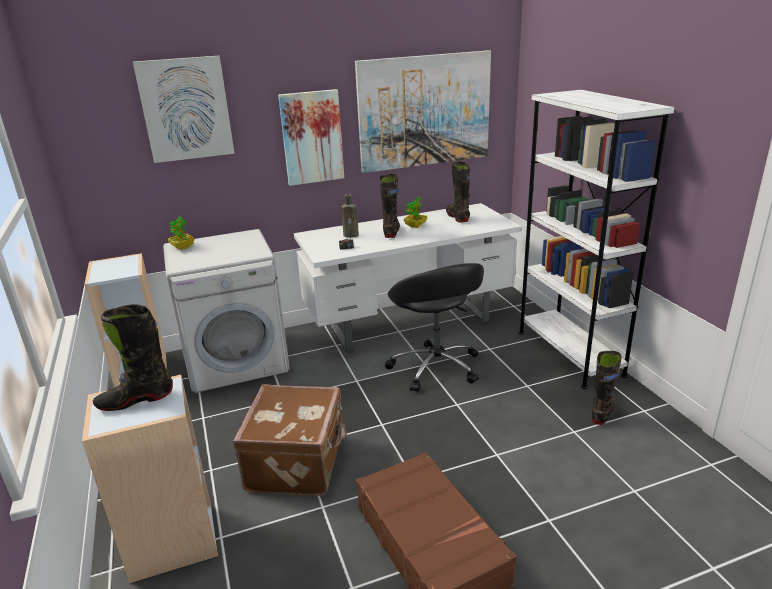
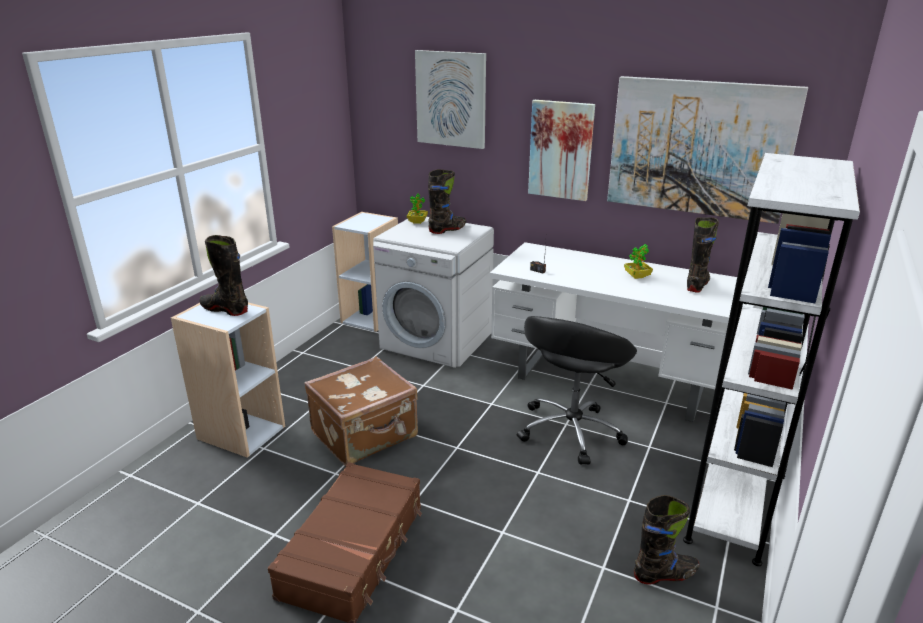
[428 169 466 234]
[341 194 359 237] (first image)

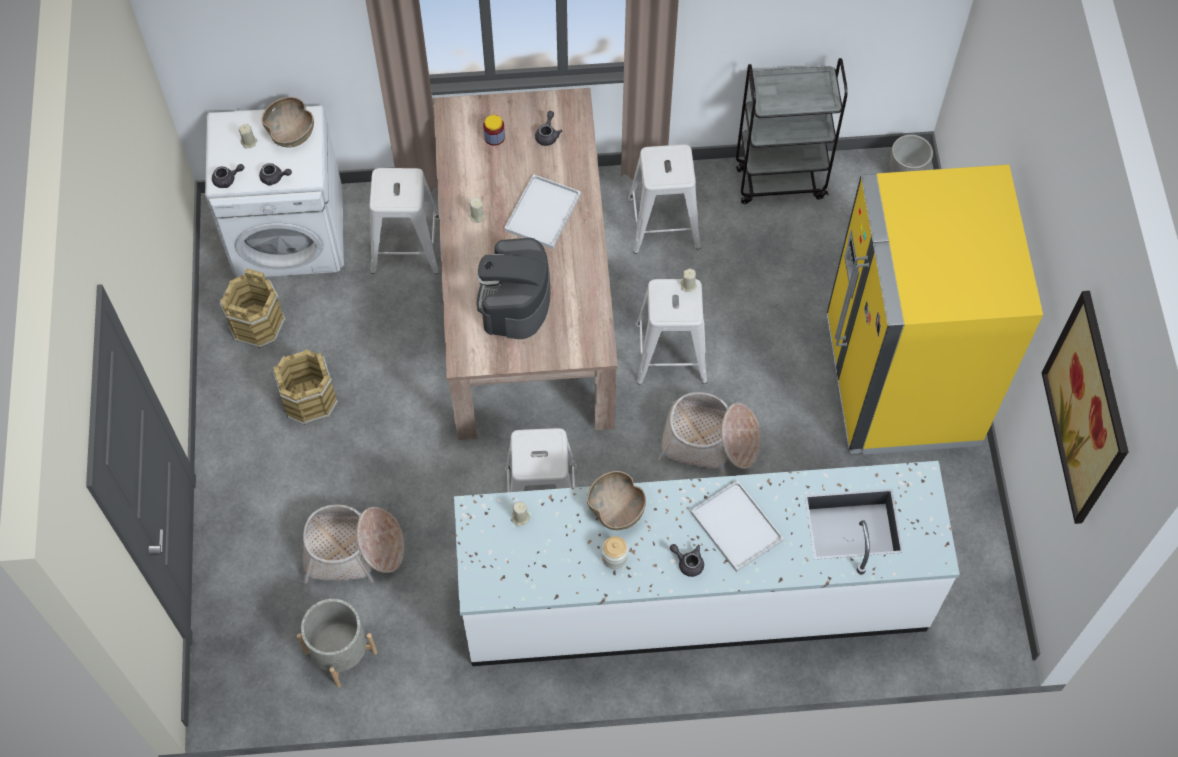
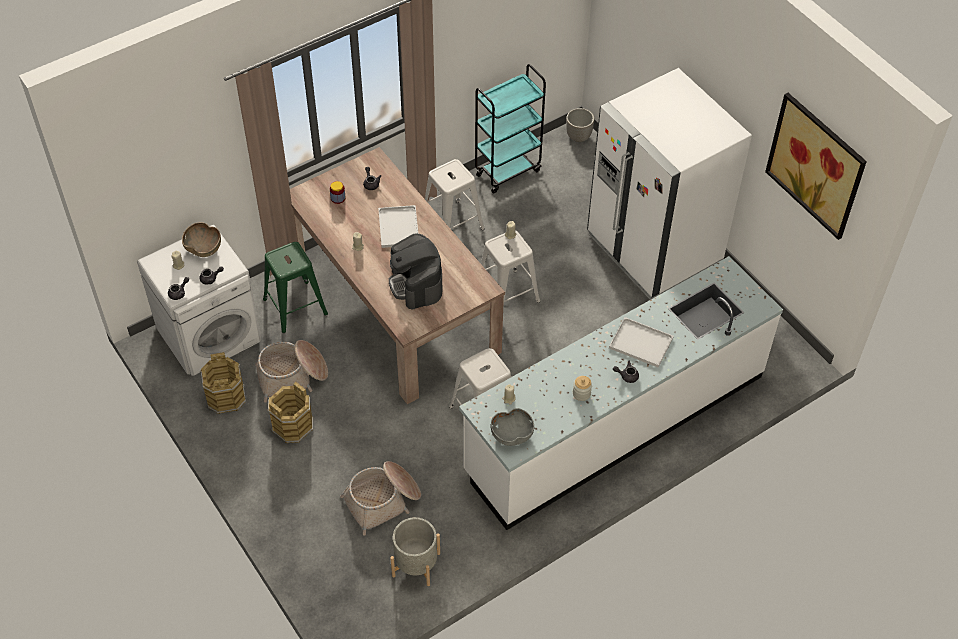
[475 64 546 193]
[587 68 752 300]
[263 242 328 333]
[255 340 328 402]
[587 471 646 530] (first image)
[491 408 534 446]

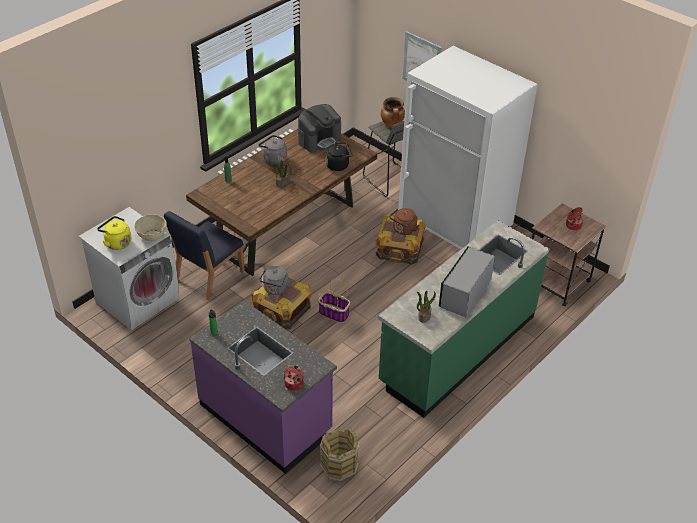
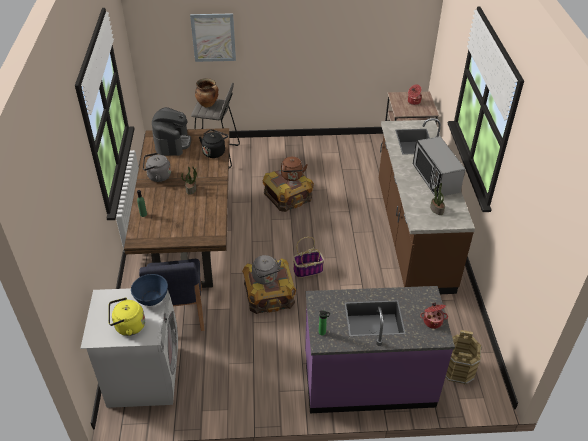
[398 46 538 249] (first image)
[131 274 168 306]
[379 118 475 294]

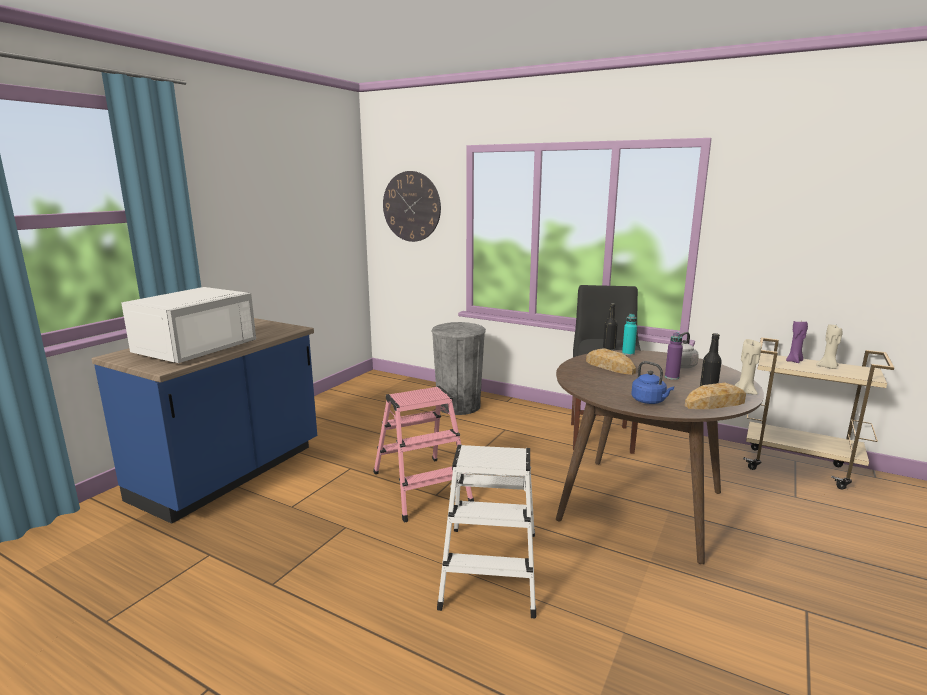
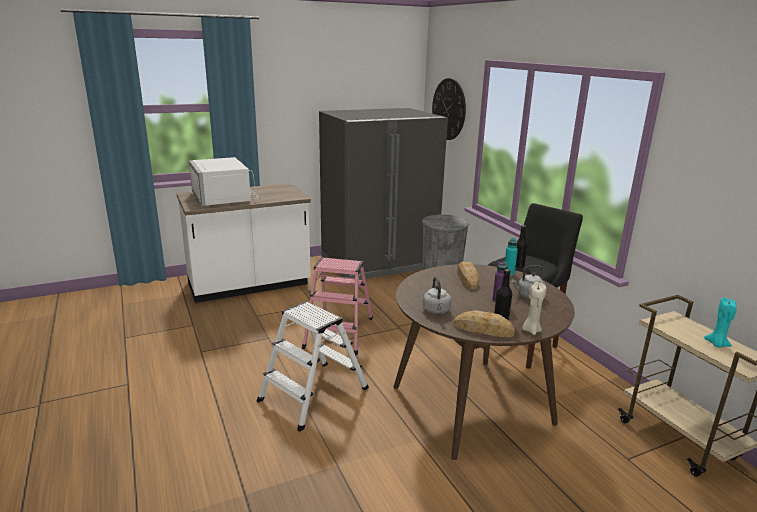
[189 157 260 206]
[176 183 311 303]
[786 319 808 363] (first image)
[704 298 737 348]
[423 277 451 314]
[319 108 448 280]

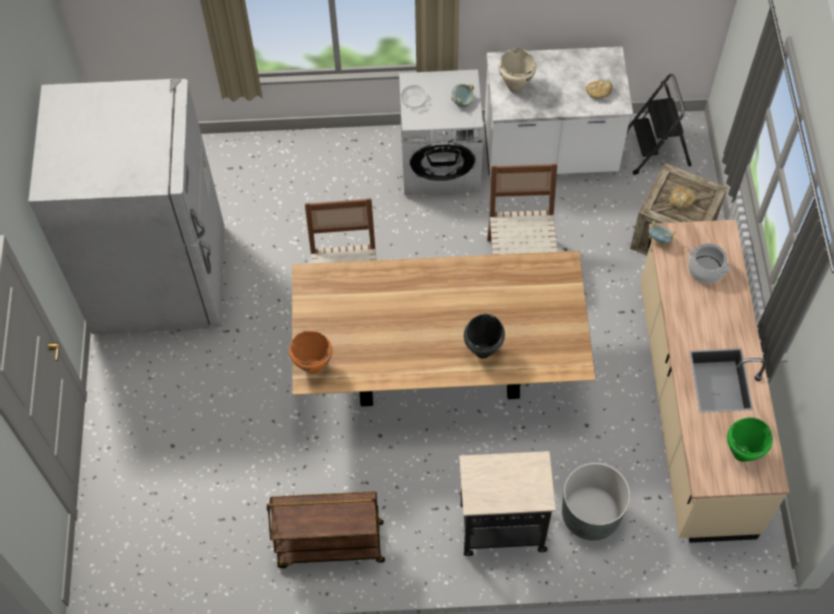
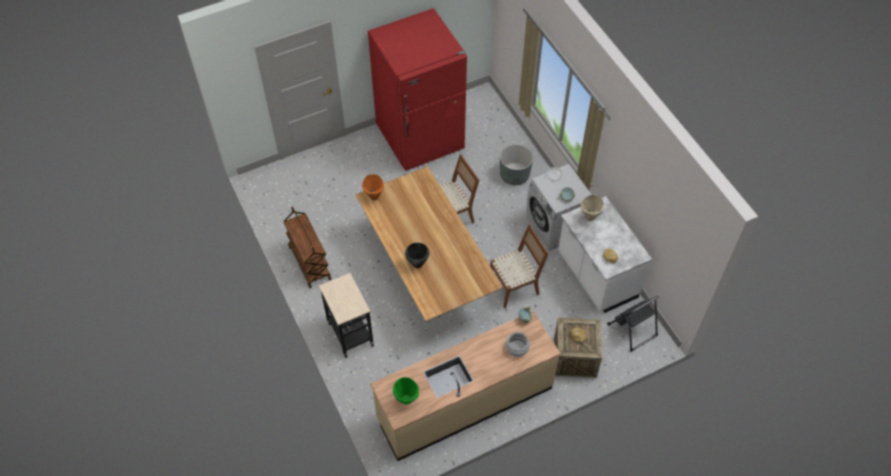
[368 8 467 171]
[500 144 533 185]

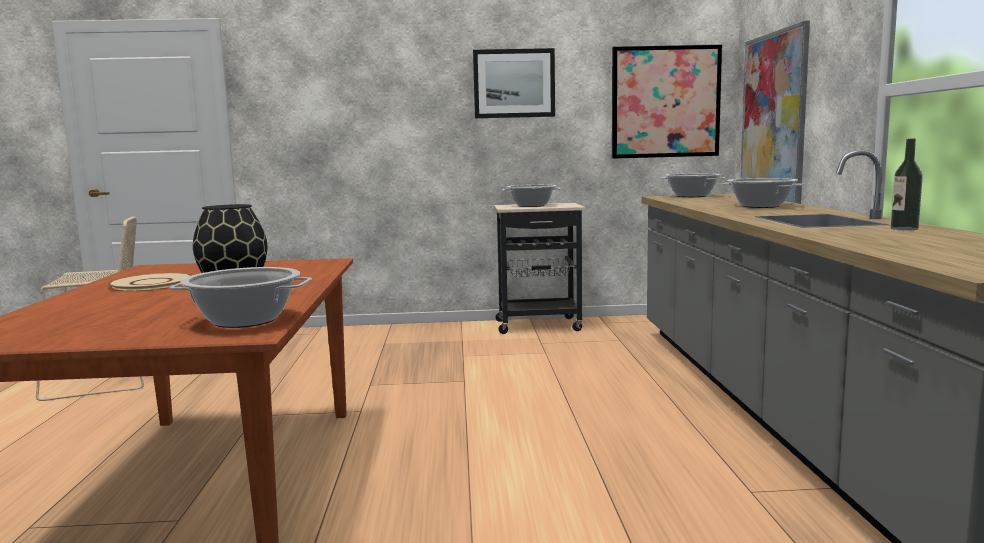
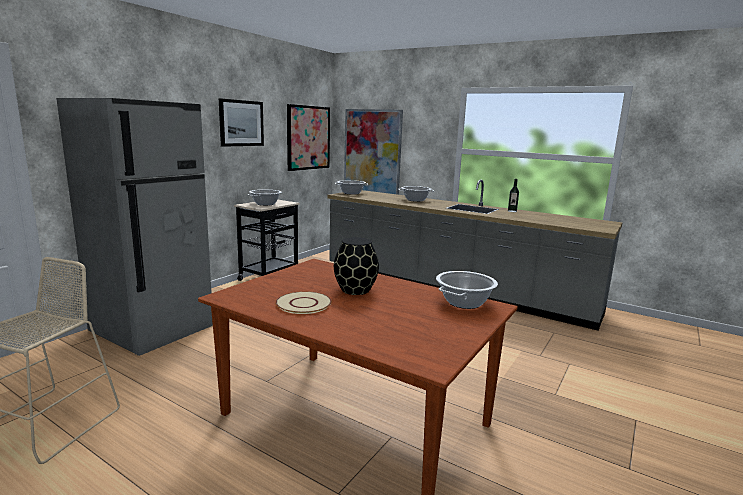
[56 98 213 356]

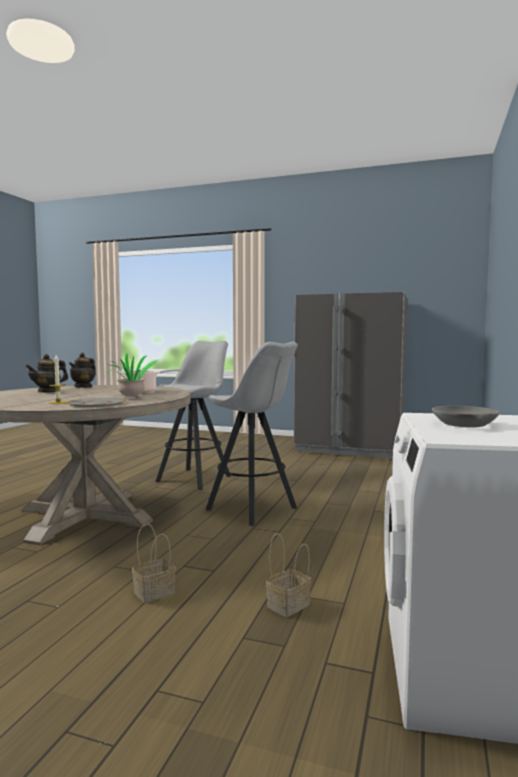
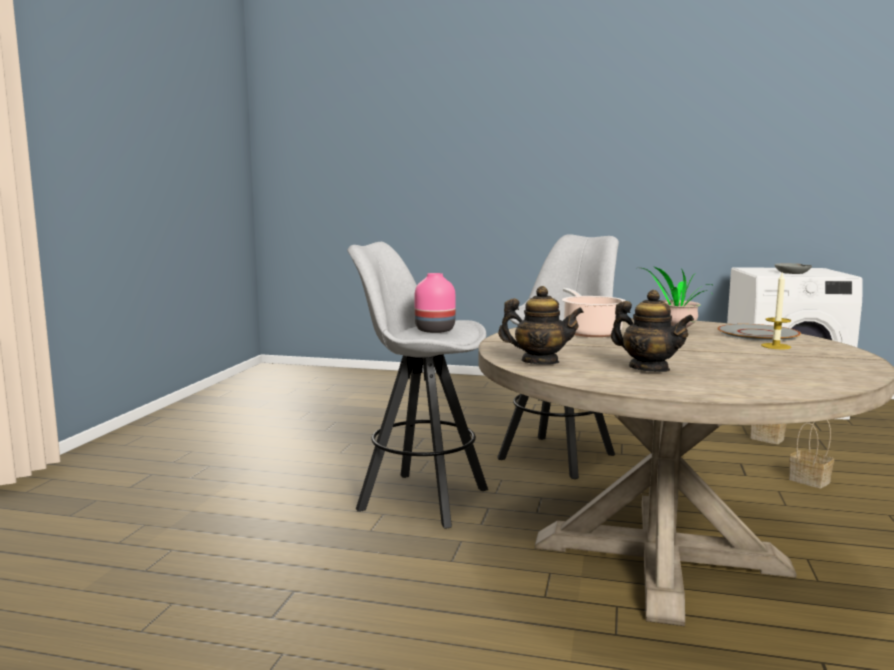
[294 292 407 458] (first image)
[415 273 456 333]

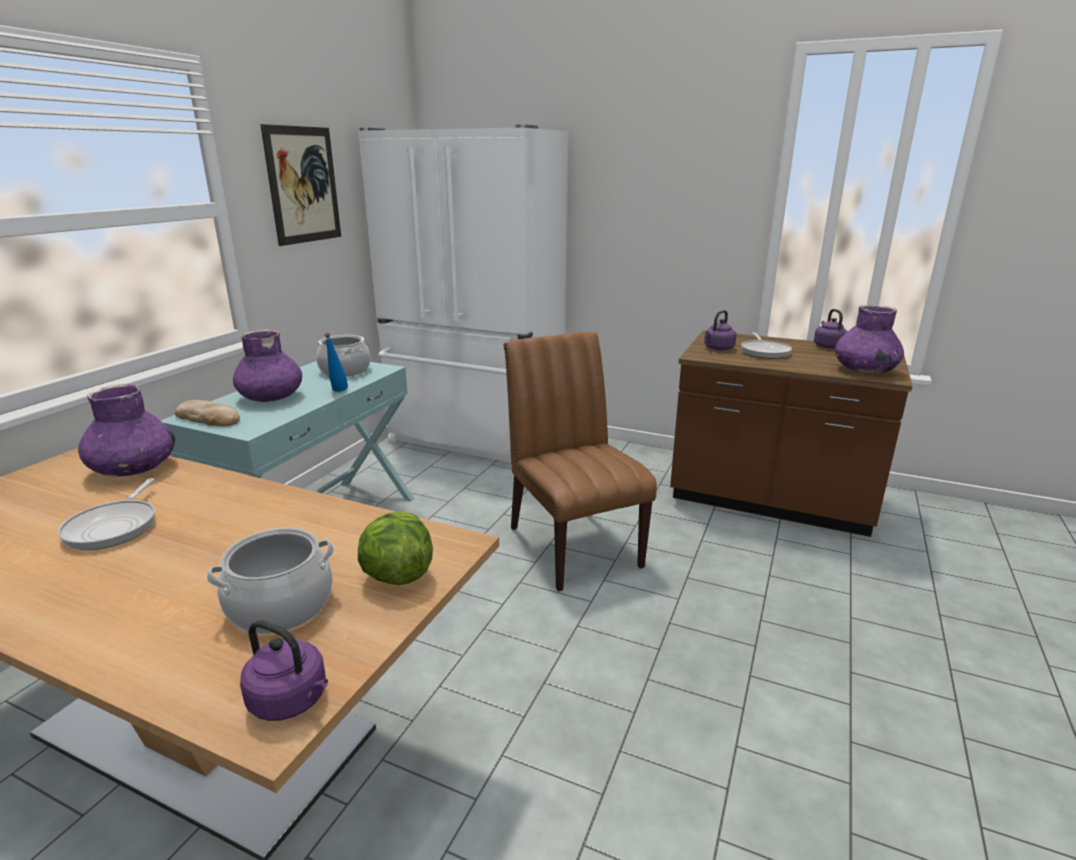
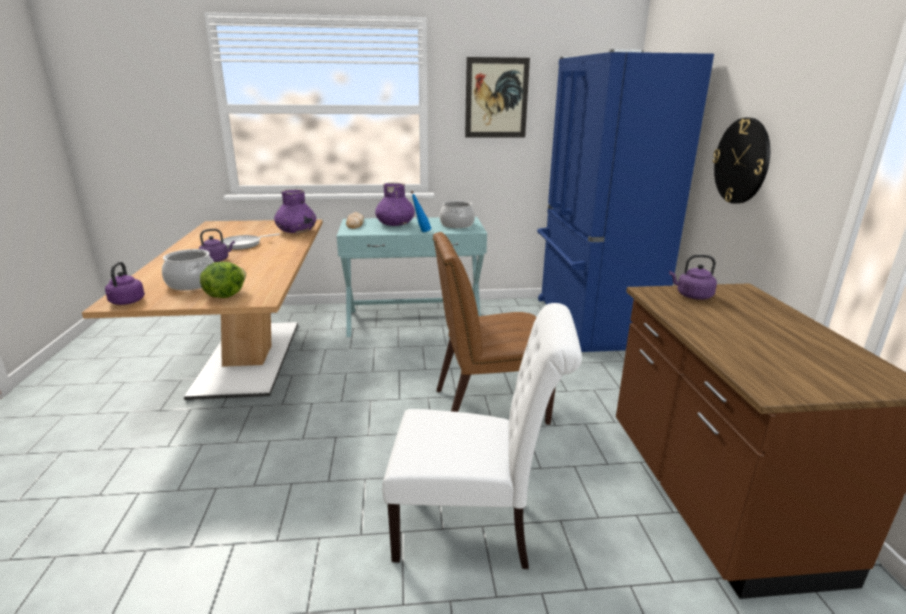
[537 49 714 352]
[835 304 904 374] (first image)
[199 229 235 262]
[433 232 556 425]
[741 332 792 359] (first image)
[713 118 770 204]
[382 303 582 569]

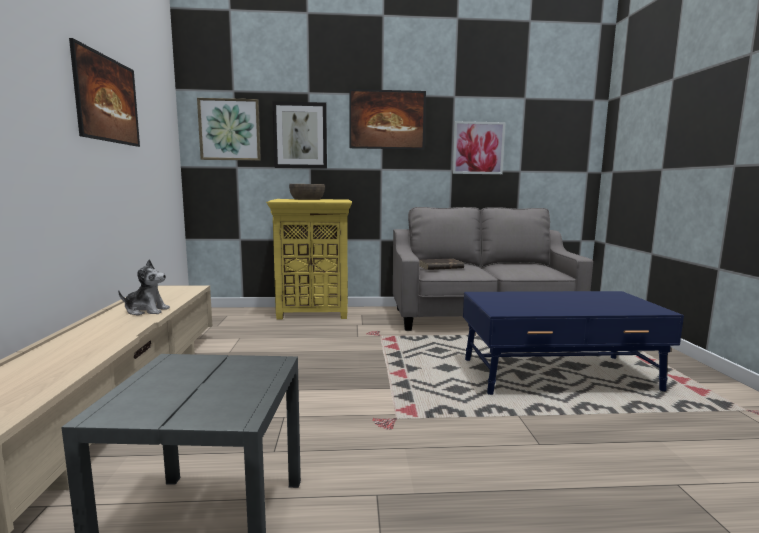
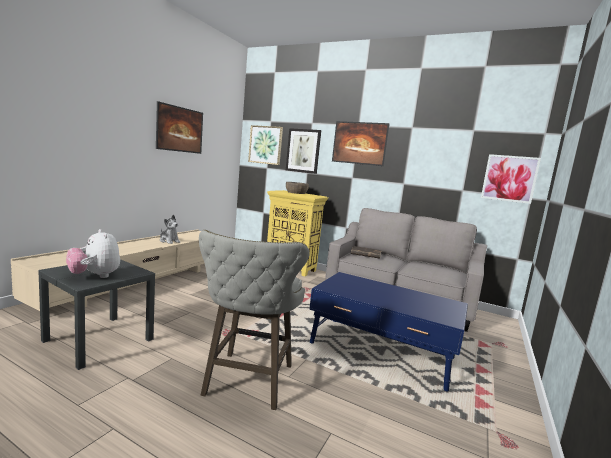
[481 154 541 204]
[66 229 120 278]
[199 230 310 410]

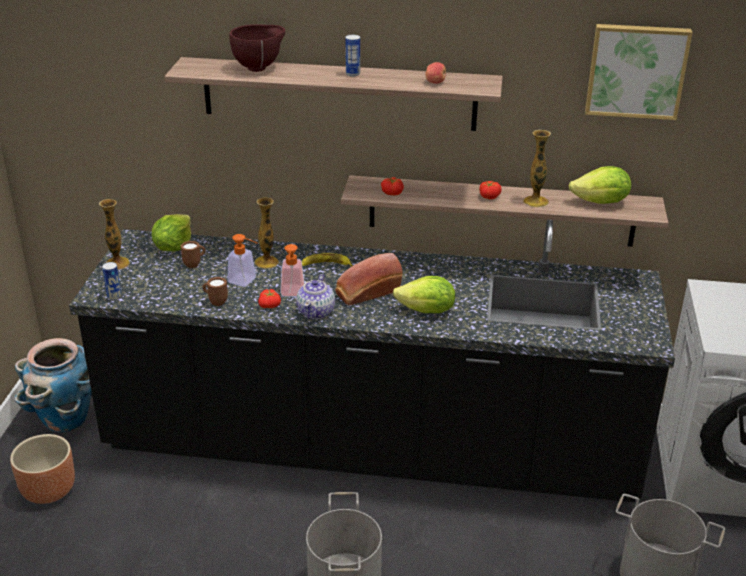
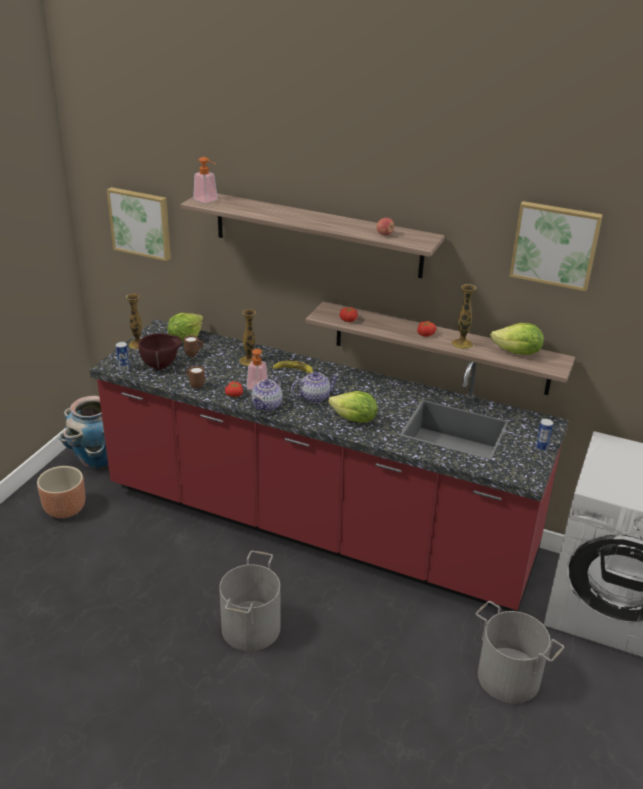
[139 333 182 370]
[536 419 553 452]
[90 319 569 612]
[193 157 218 203]
[291 372 339 403]
[107 187 171 261]

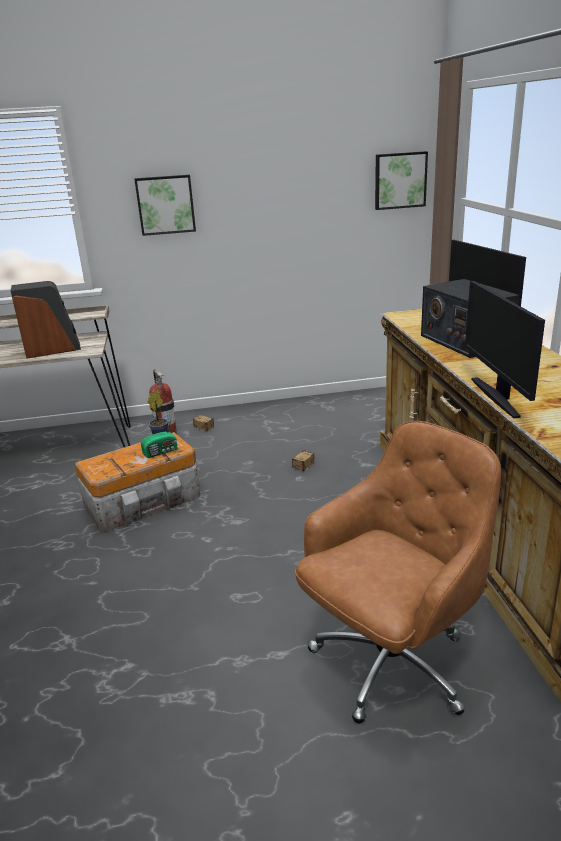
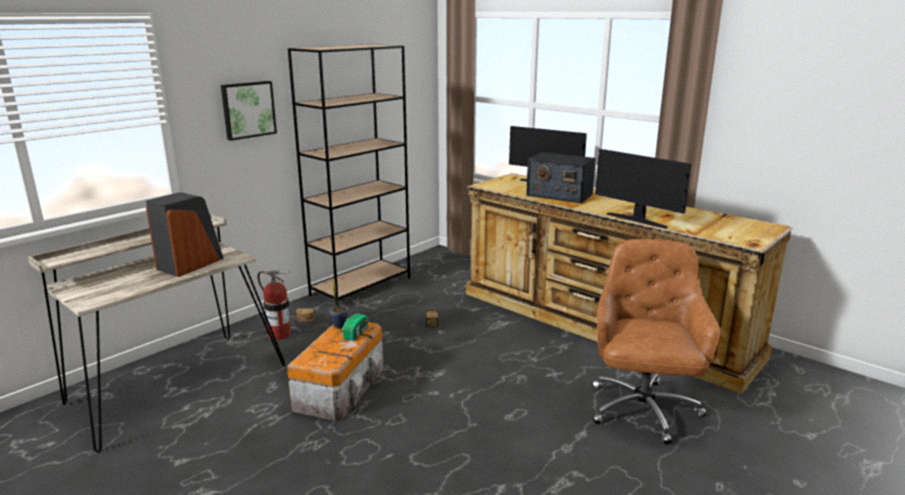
[375 151 428 210] (first image)
[288 44 410 305]

